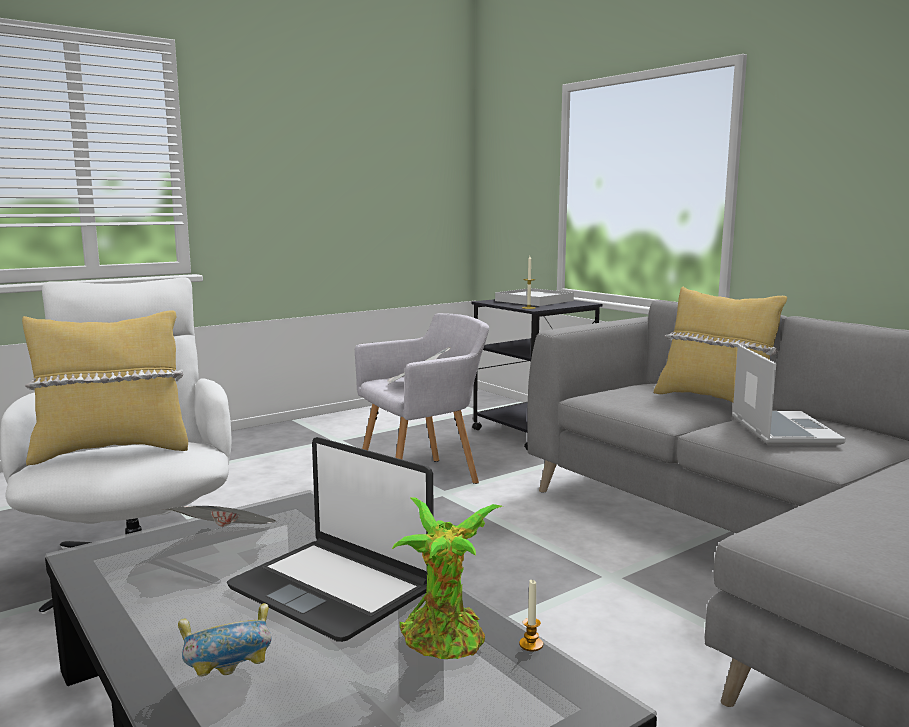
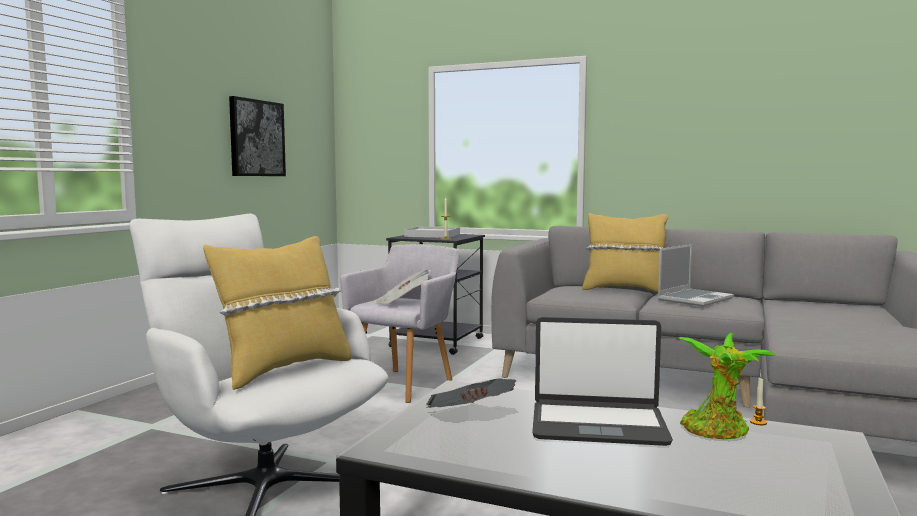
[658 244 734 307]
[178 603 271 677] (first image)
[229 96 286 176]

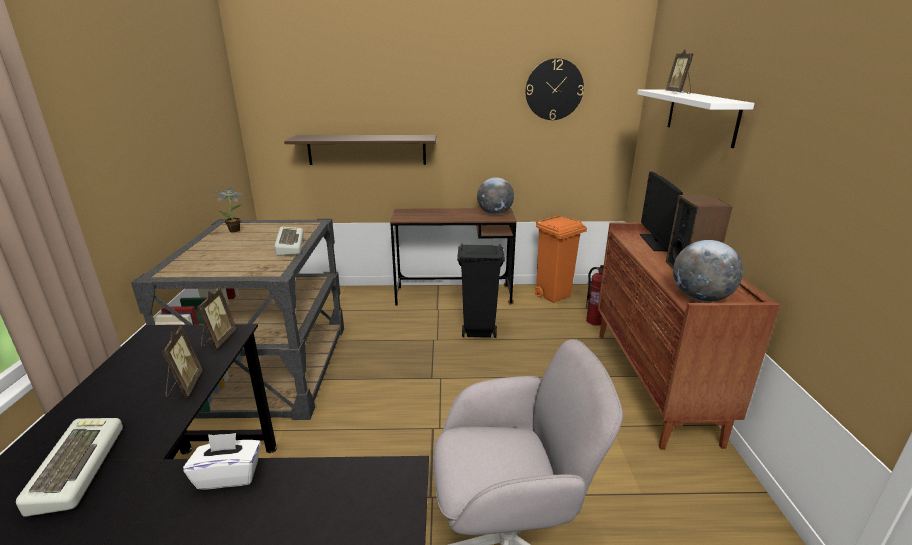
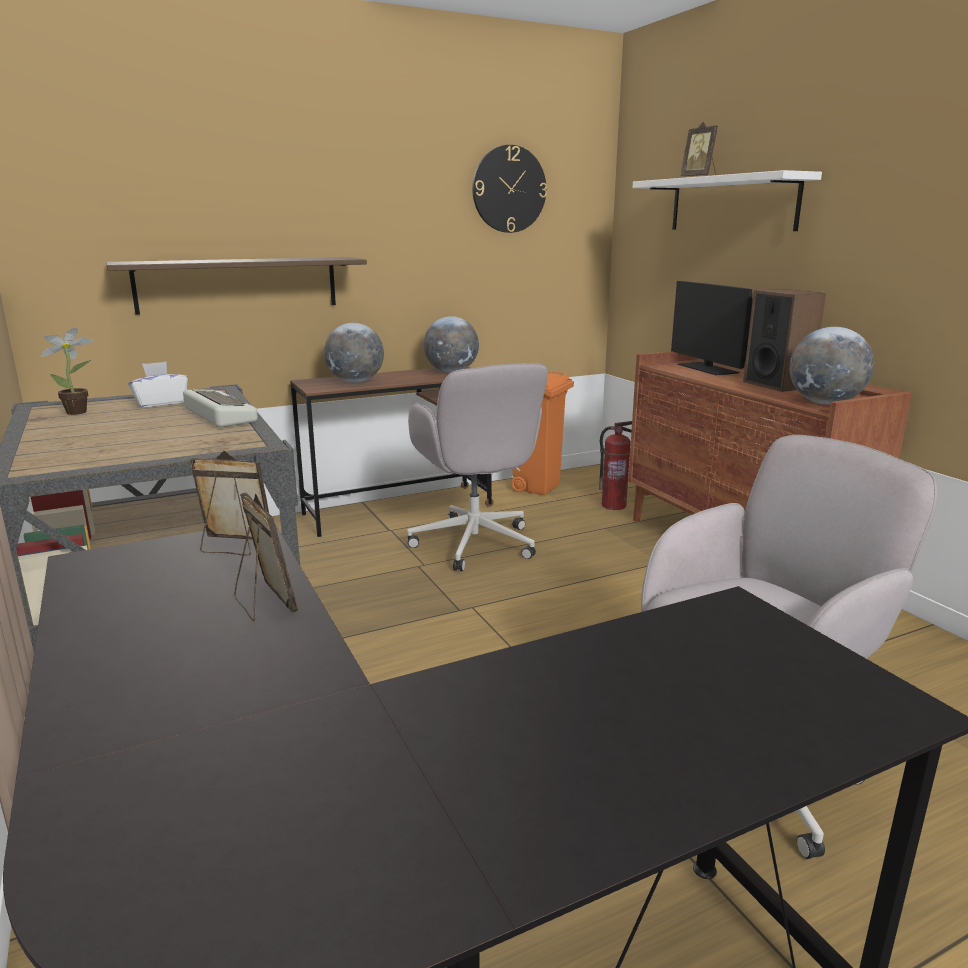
[407 363 548 571]
[190 451 269 555]
[16 418 123 517] (first image)
[128 361 188 408]
[324 323 384 383]

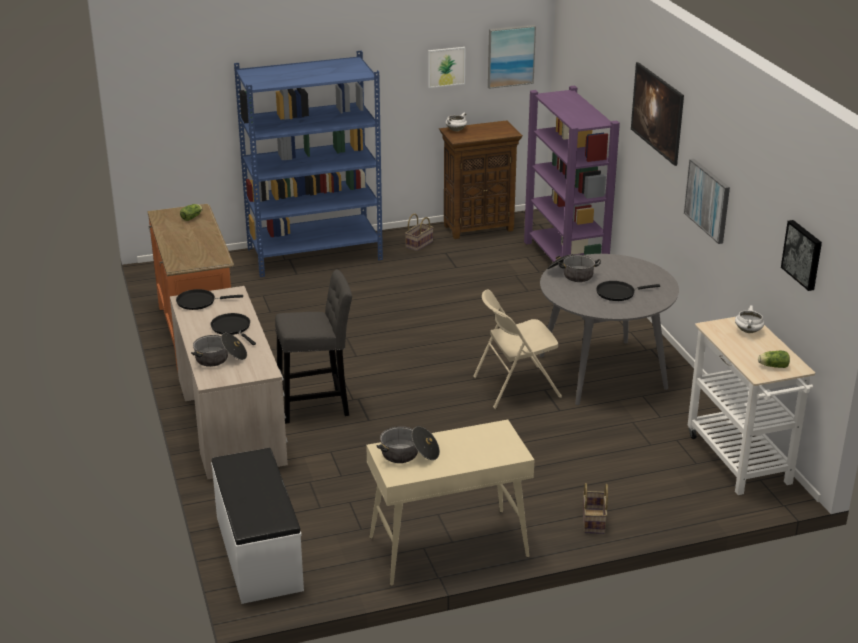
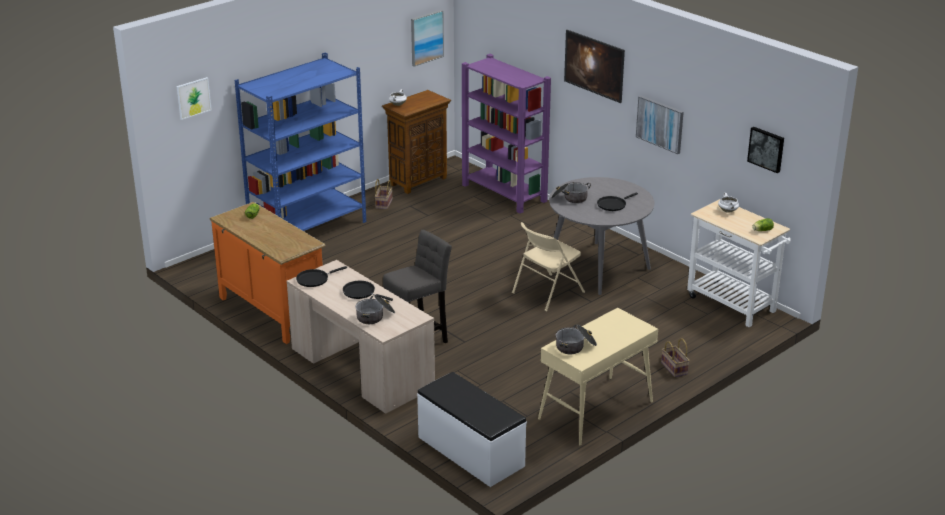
[177 77 212 120]

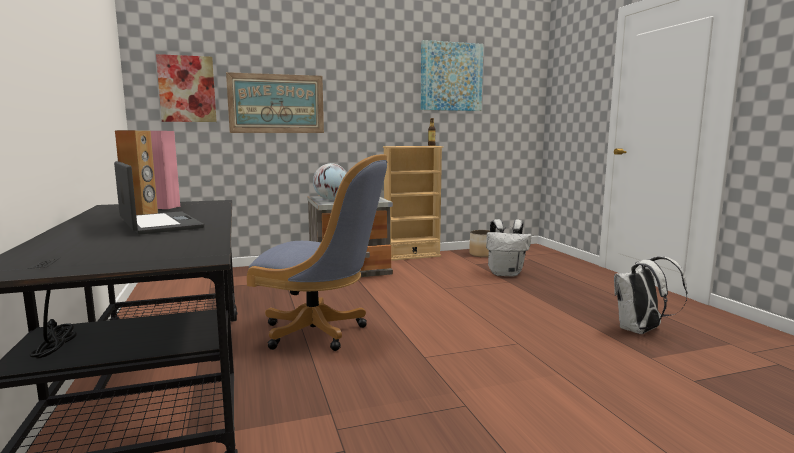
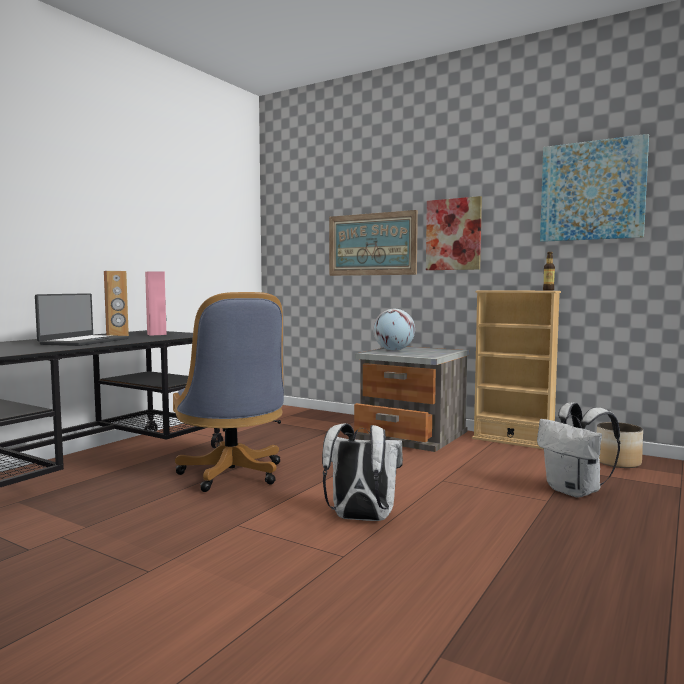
[426 196 482 270]
[322 423 403 521]

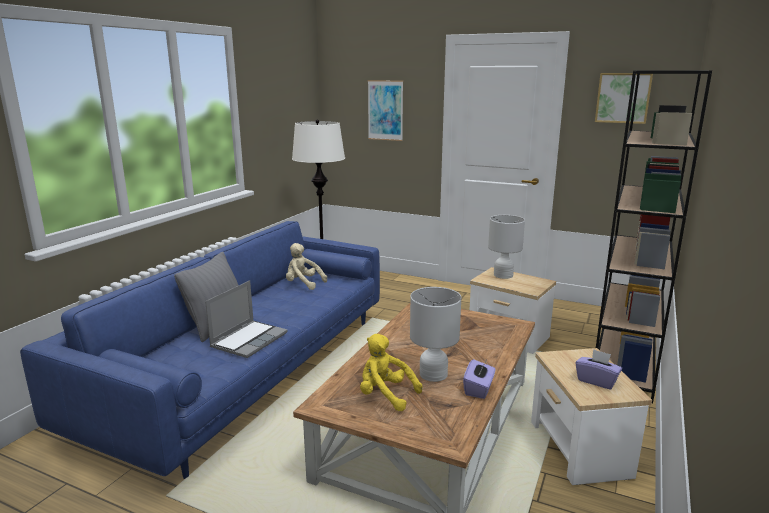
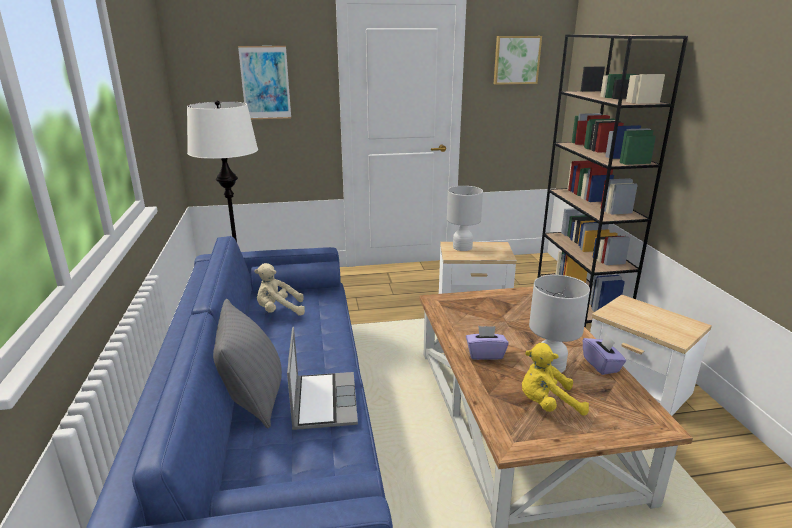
[466 326 509 360]

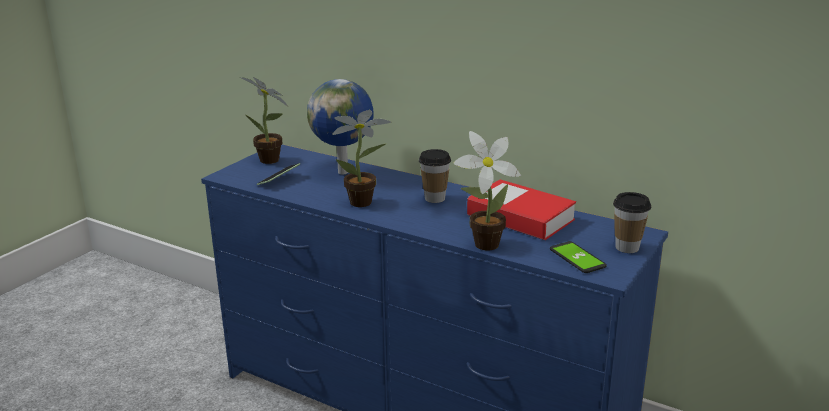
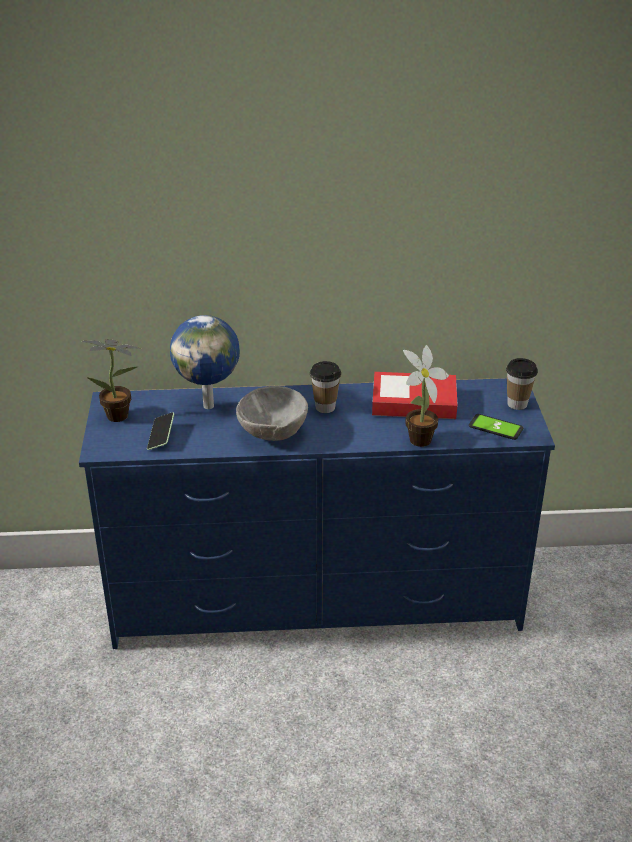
[236 386 308 441]

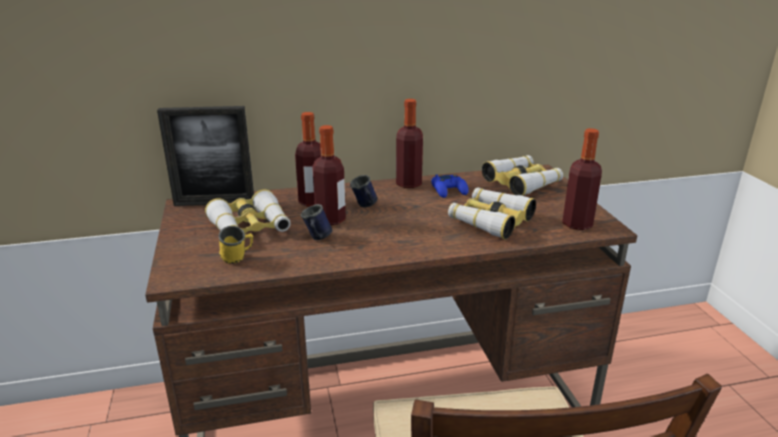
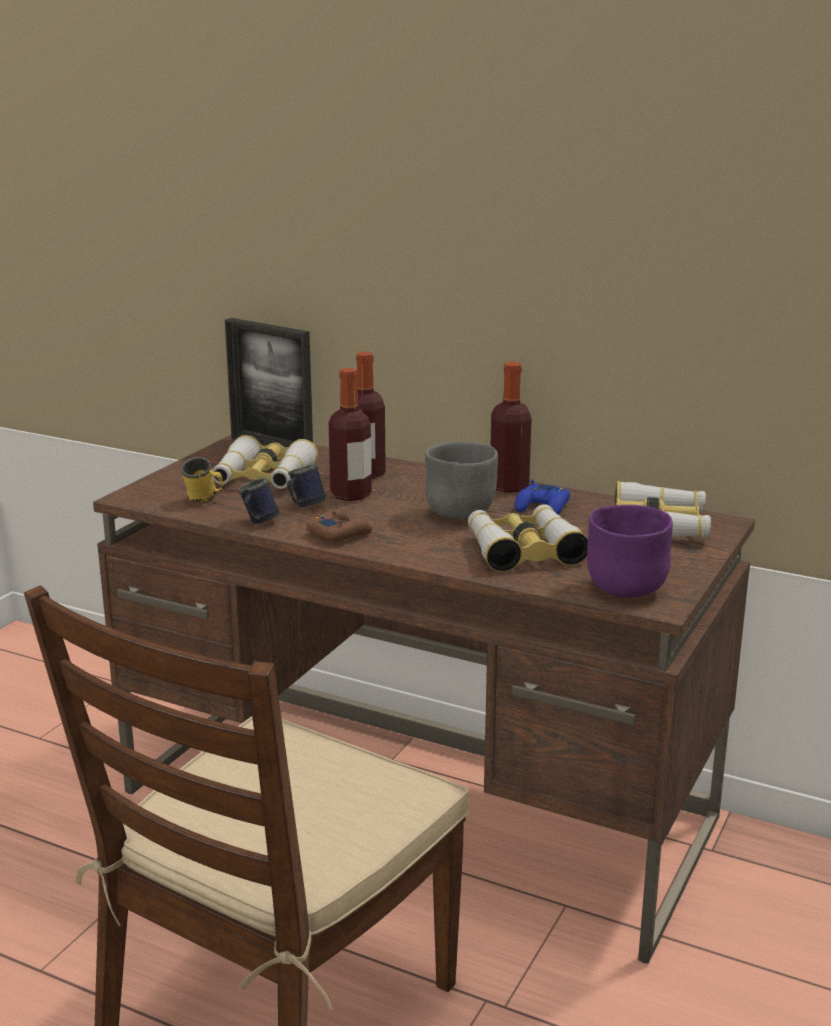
[587 505 673 597]
[238 477 279 524]
[425 442 498 519]
[307 509 372 542]

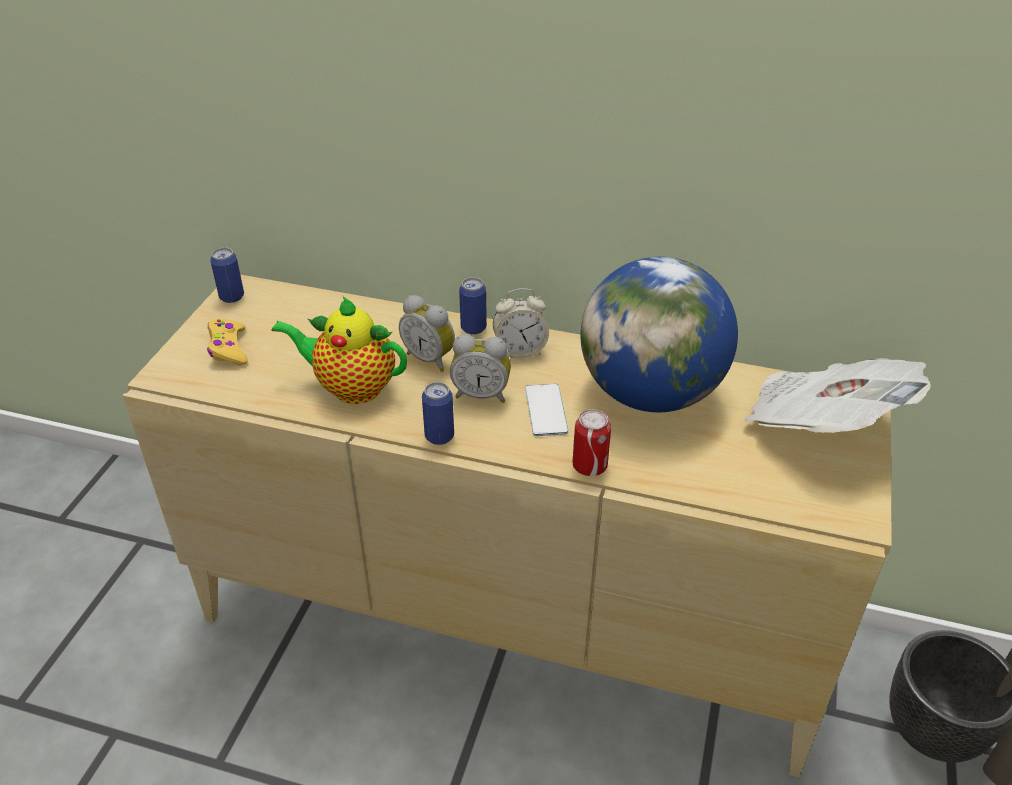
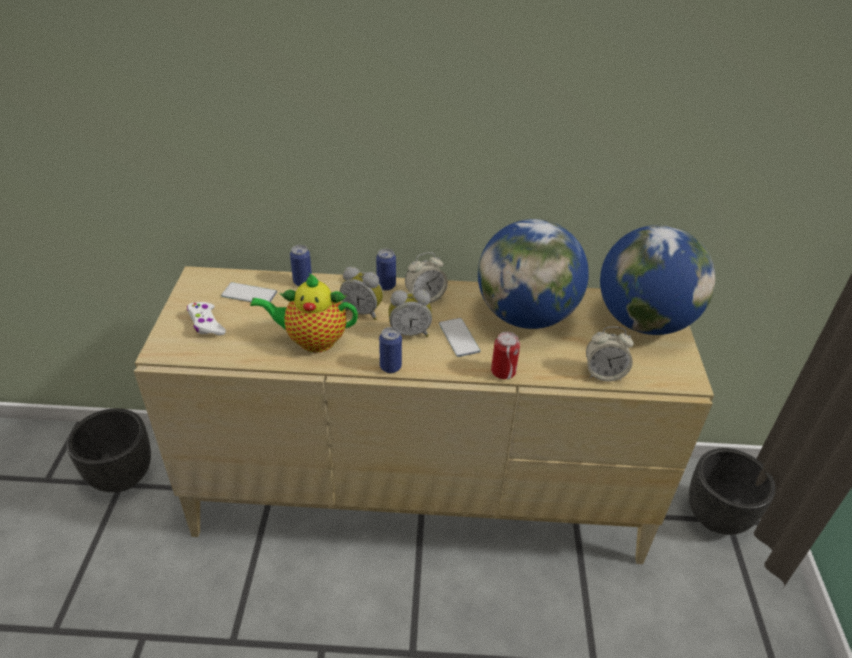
[290 245 312 286]
[187 302 226 336]
[600 225 716 335]
[221 282 277 302]
[586 326 634 382]
[67 408 151 492]

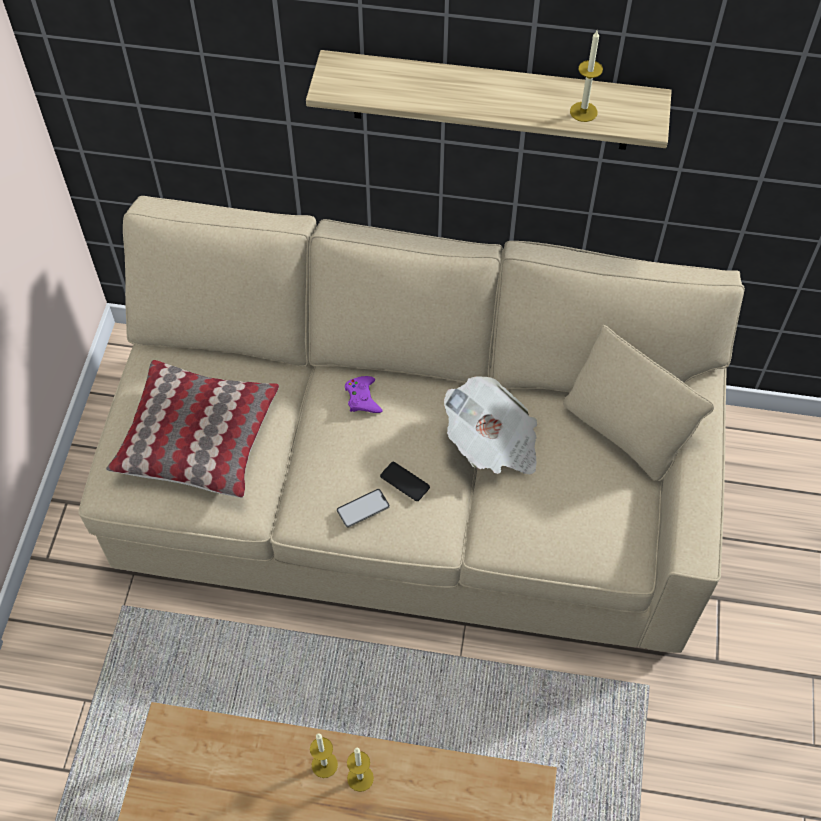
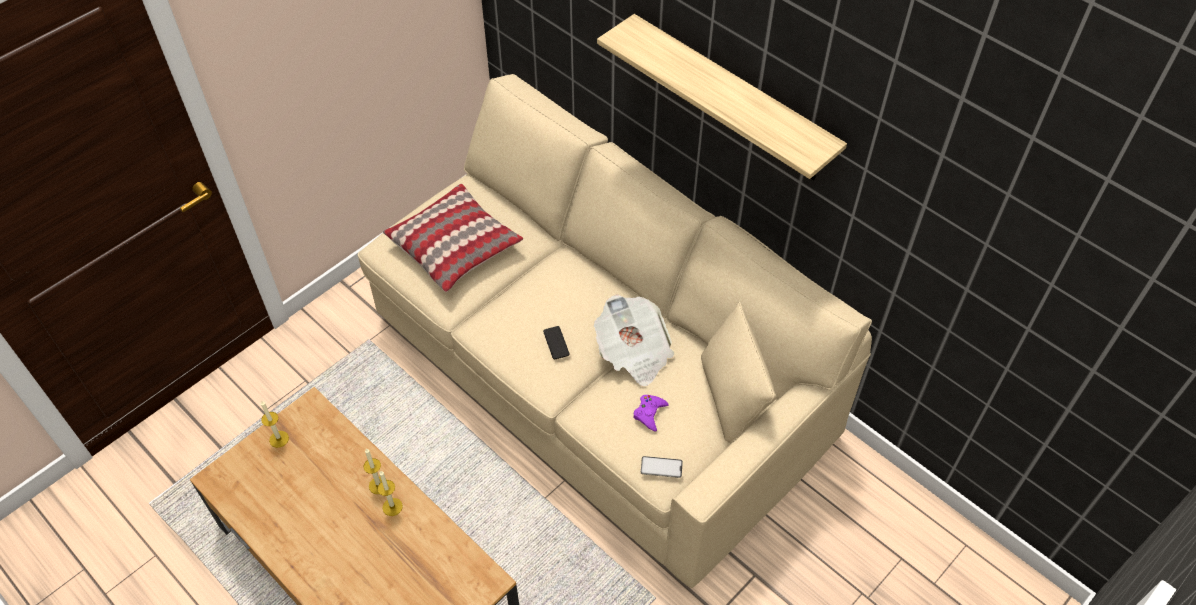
[261 401 289 448]
[633 395 669 431]
[641 456 683 478]

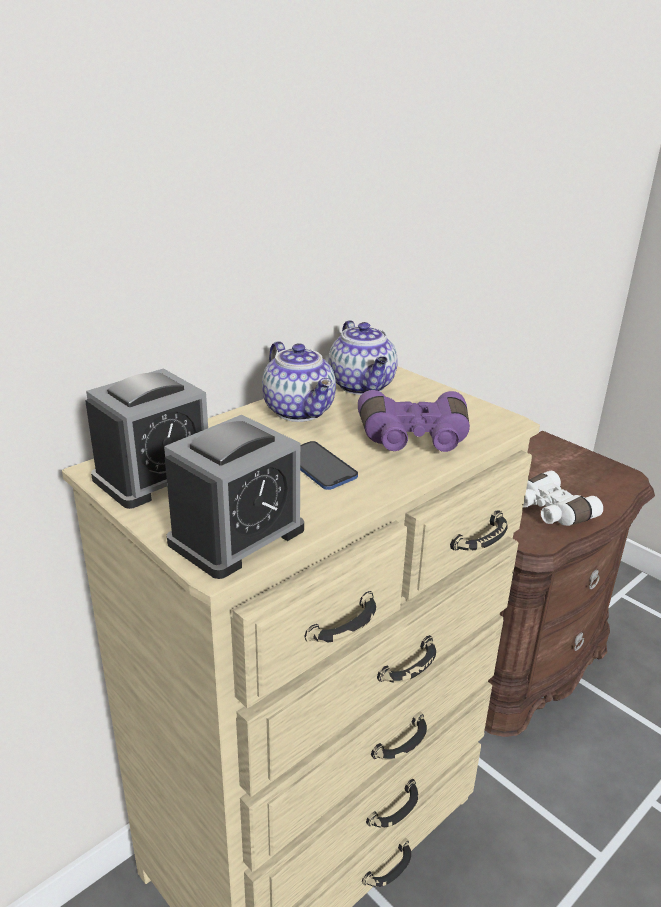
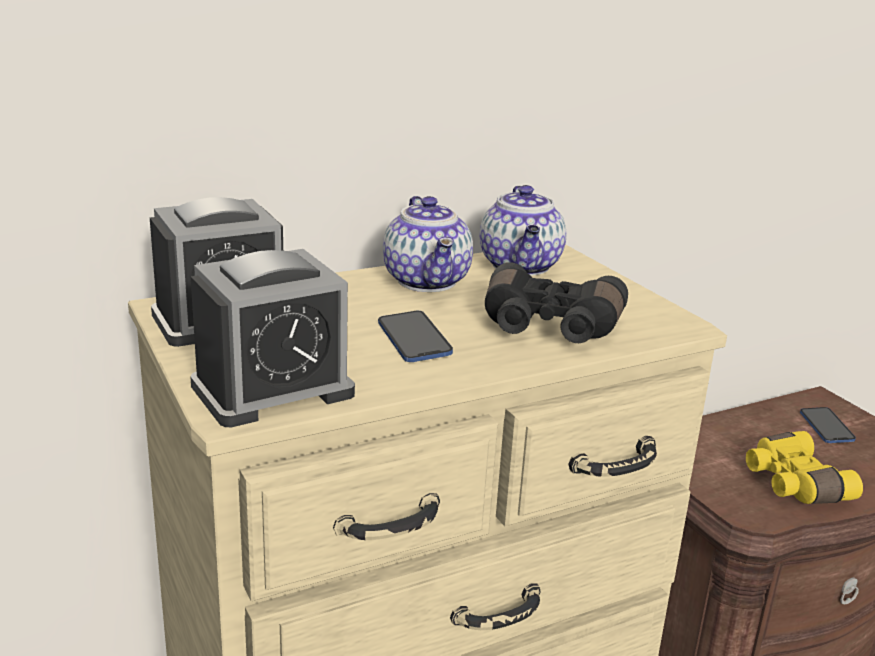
[485 262 628 343]
[746 431 863 504]
[800 407 856 443]

